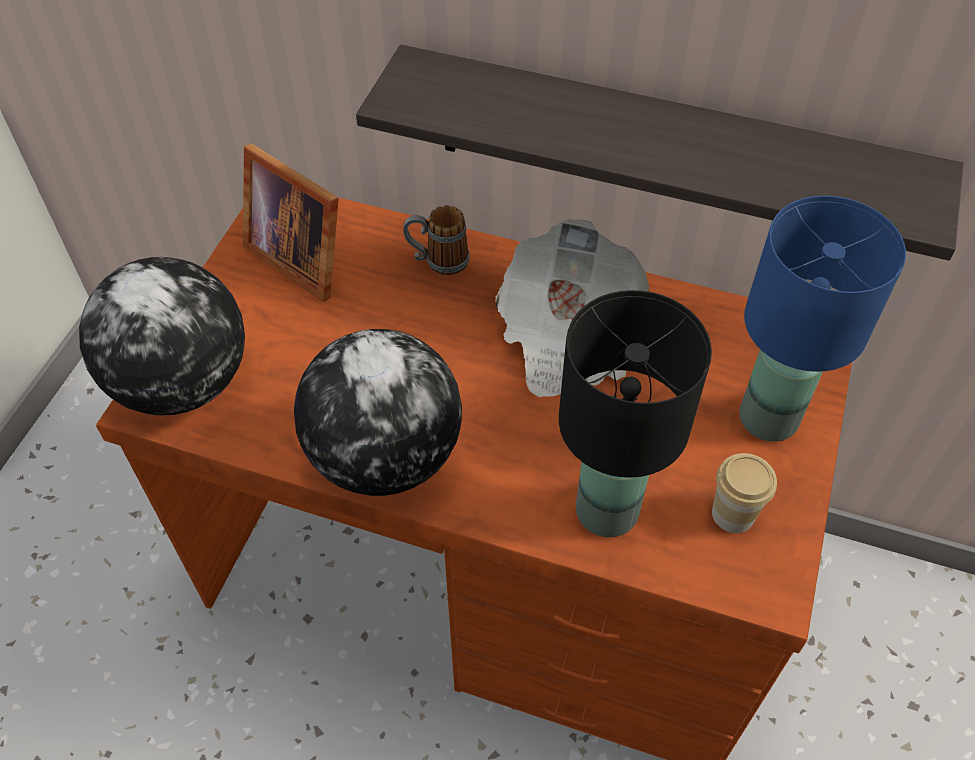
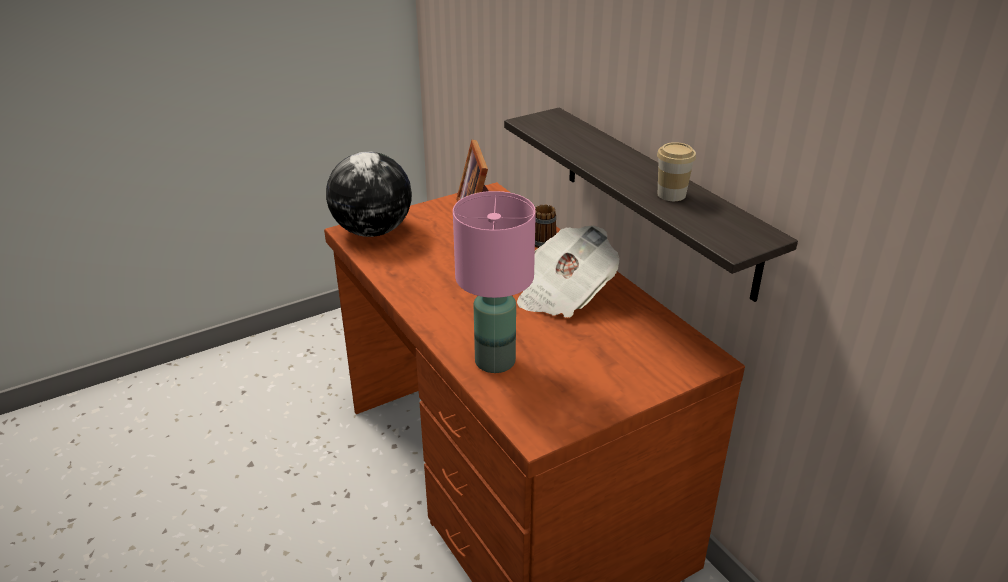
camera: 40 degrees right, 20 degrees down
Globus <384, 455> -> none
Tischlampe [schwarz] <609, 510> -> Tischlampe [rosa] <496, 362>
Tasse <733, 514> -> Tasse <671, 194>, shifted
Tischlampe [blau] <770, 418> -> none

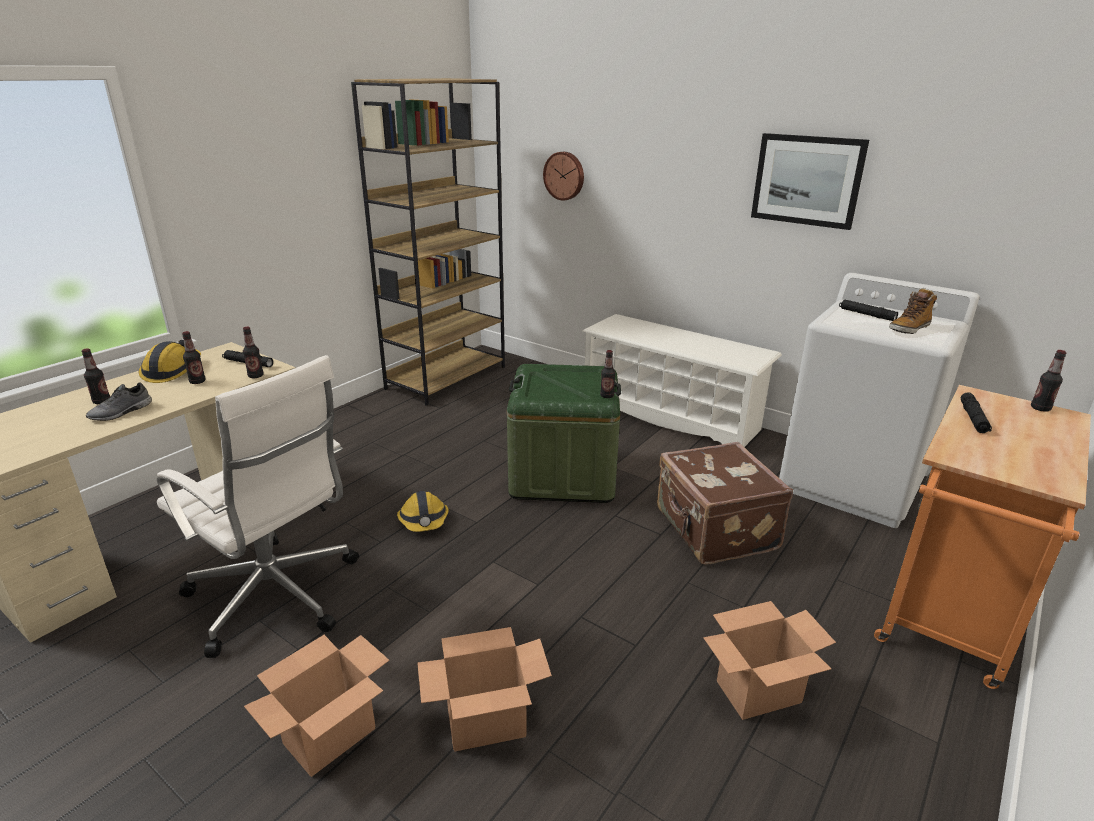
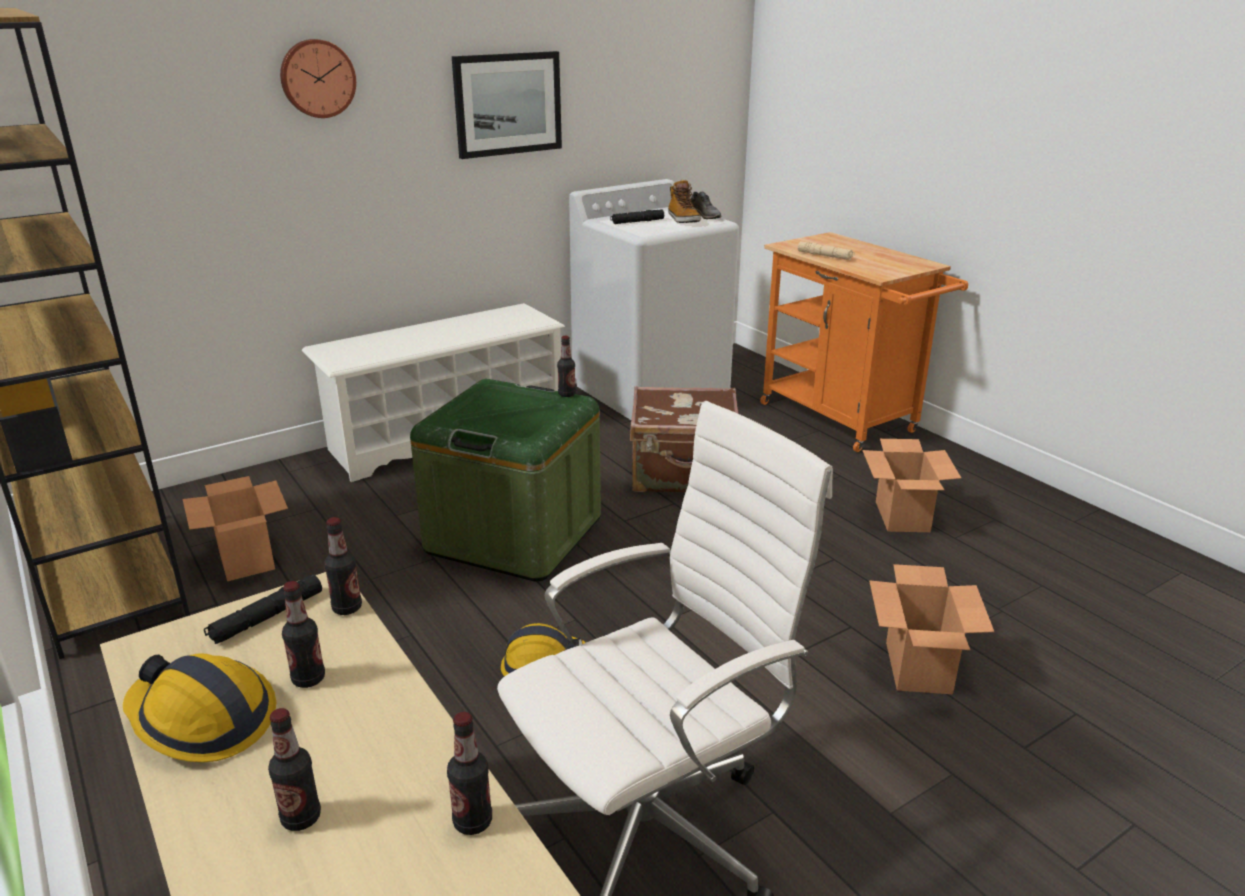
camera: 70 degrees left, 0 degrees up
Schuh [grau] <121, 412> -> Schuh [grau] <705, 216>, shifted
Karton <330, 735> -> Karton <246, 559>, shifted
Wanduhr <564, 175> -> Wanduhr <317, 78>, shifted
Taschenlampe [schwarz] <973, 418> -> Taschenlampe [beige] <825, 256>
Flasche <1040, 408> -> Flasche <473, 822>, shifted

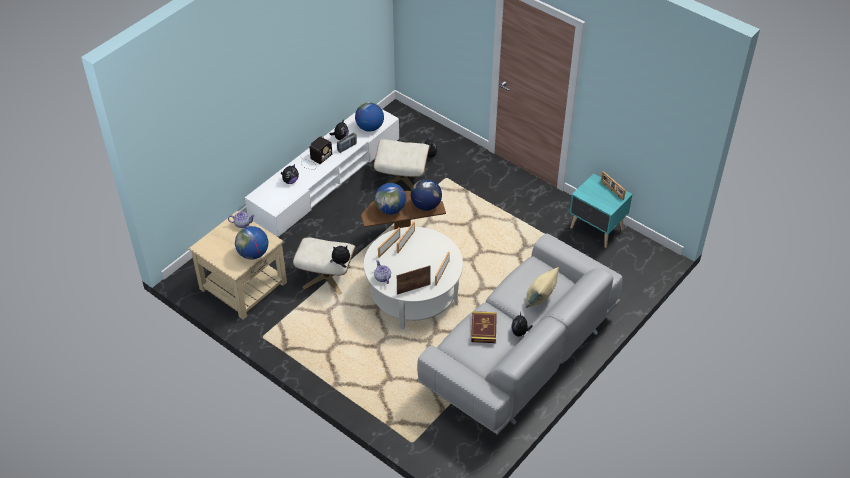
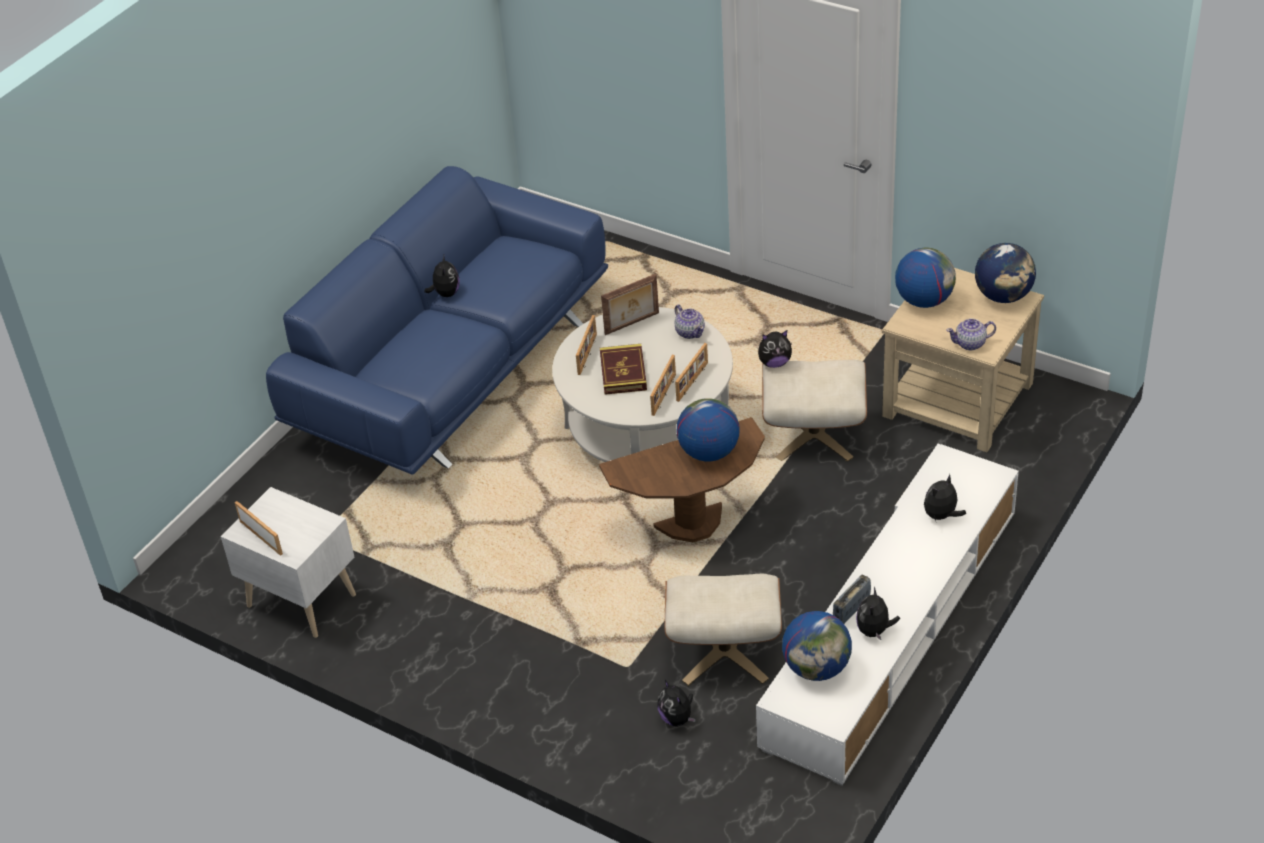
camera: 175 degrees right, 5 degrees down
Radio <315, 160> -> none
Globus <426, 205> -> Globus <1003, 296>, shifted
Sofa [grau] <519, 354> -> Sofa [blau] <453, 368>
Buch <483, 328> -> Buch <623, 372>, shifted
Kissen [beige] <540, 298> -> none
Nachttisch [türkis] <596, 230> -> Nachttisch [weiß] <301, 598>

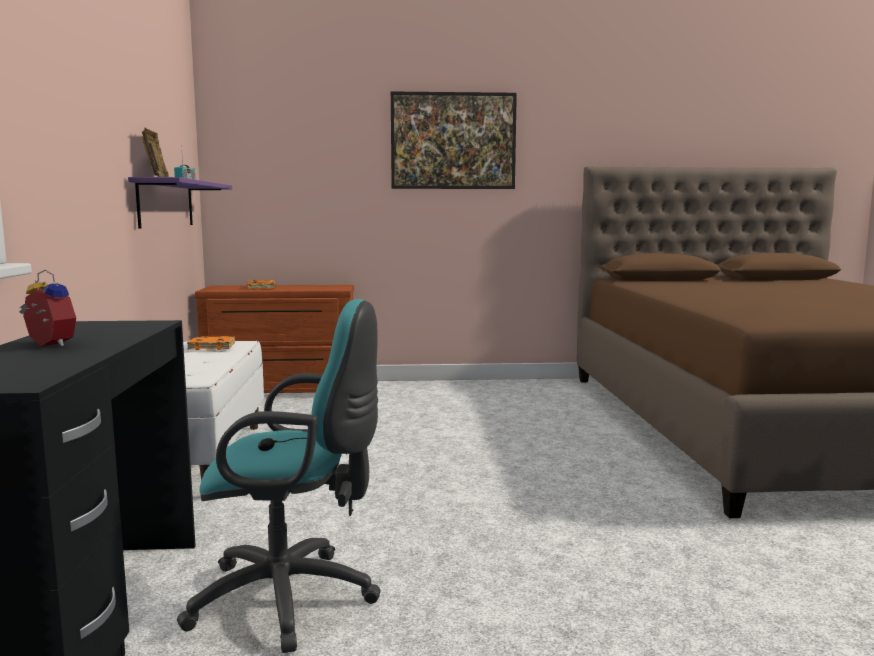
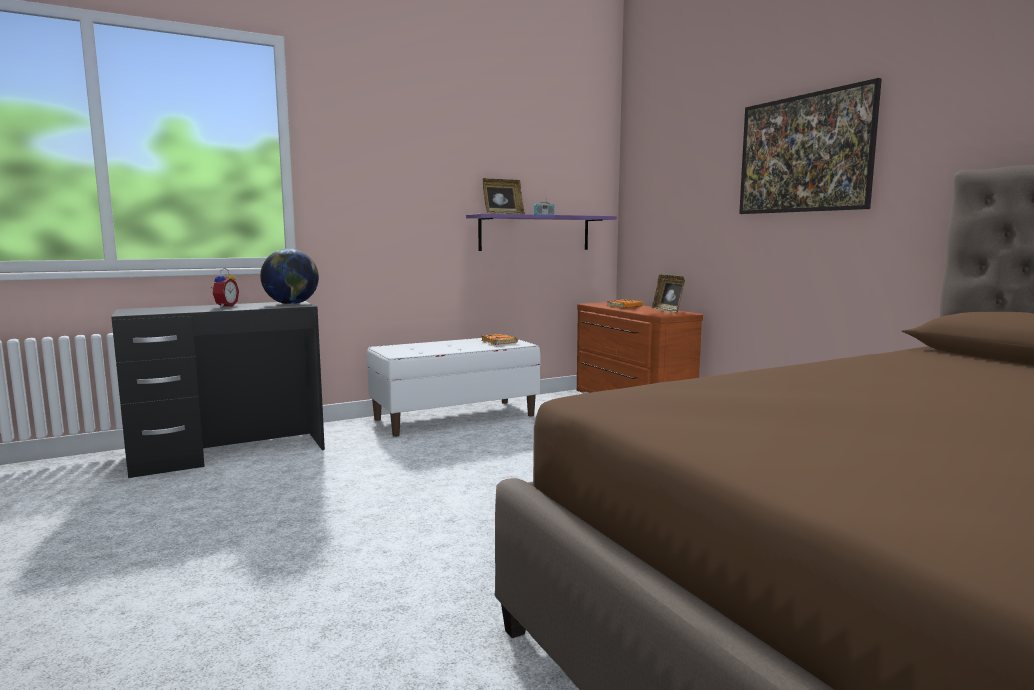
camera: 65 degrees right, 0 degrees up
Bürostuhl [türkis] <293, 599> -> none
none -> Globus <291, 304>
none -> Bilderrahmen <668, 311>

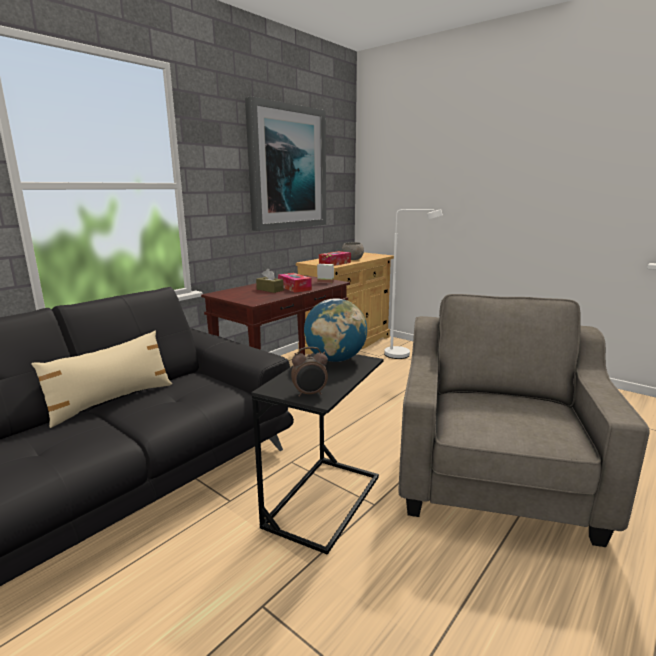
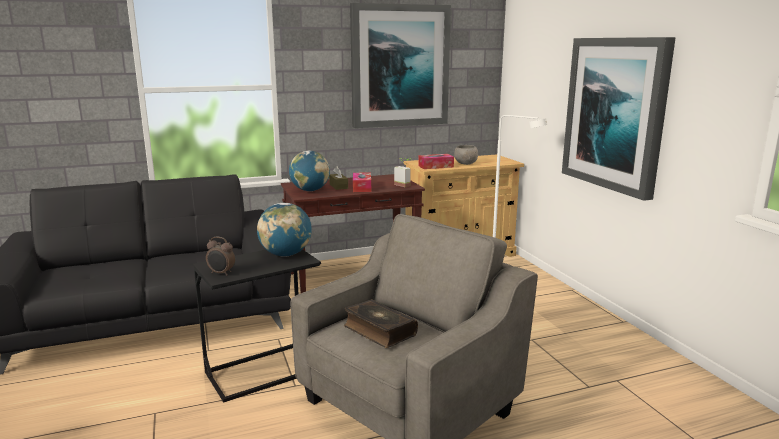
camera: 30 degrees right, 0 degrees up
Kissen [beige] <112, 401> -> none
none -> Globus <310, 190>
none -> Buch <379, 331>
none -> Bild <615, 114>

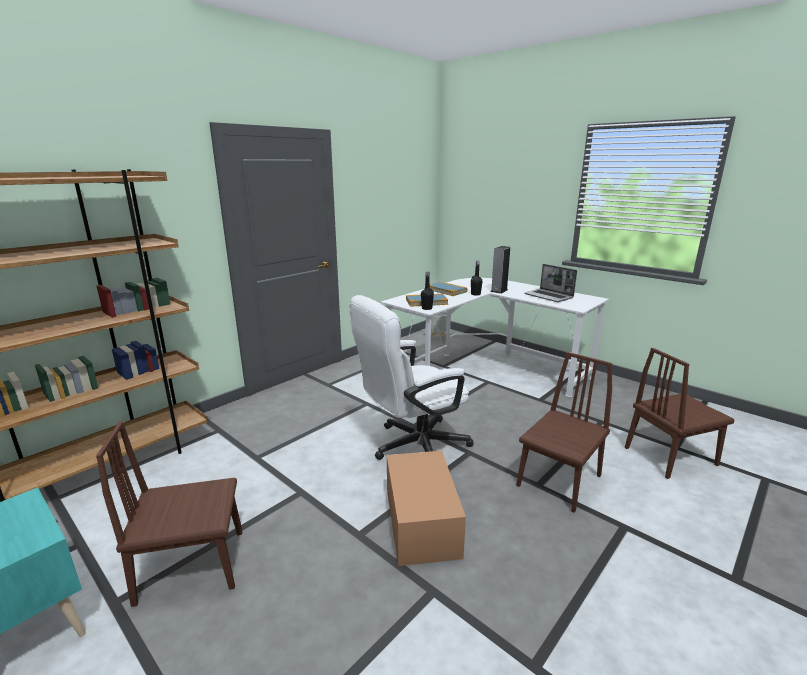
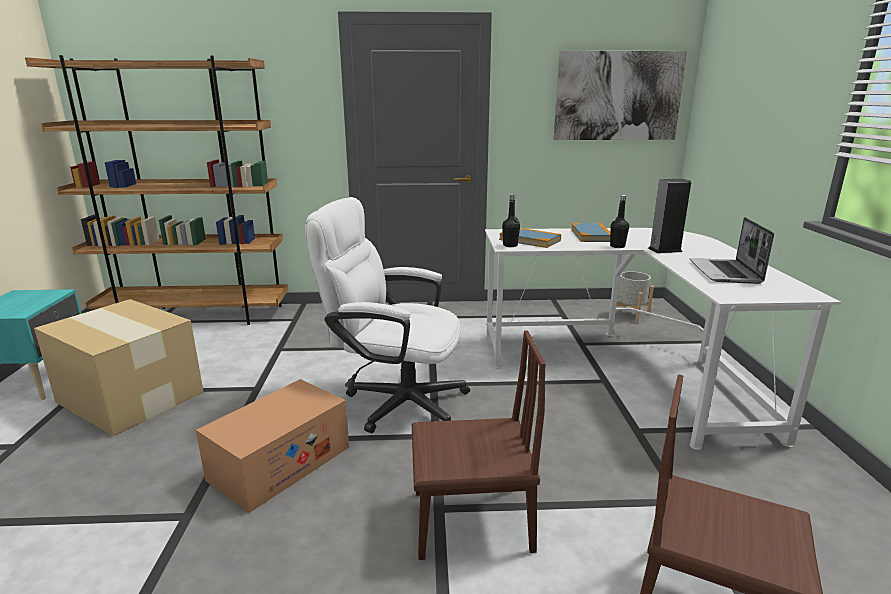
camera: 45 degrees right, 0 degrees up
Stuhl [braun] <192, 566> -> Karton <130, 396>
none -> Bild <618, 96>

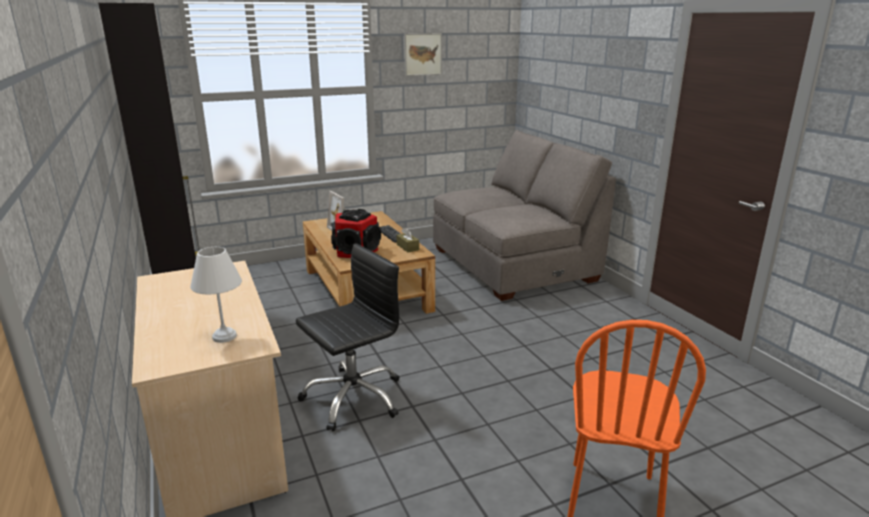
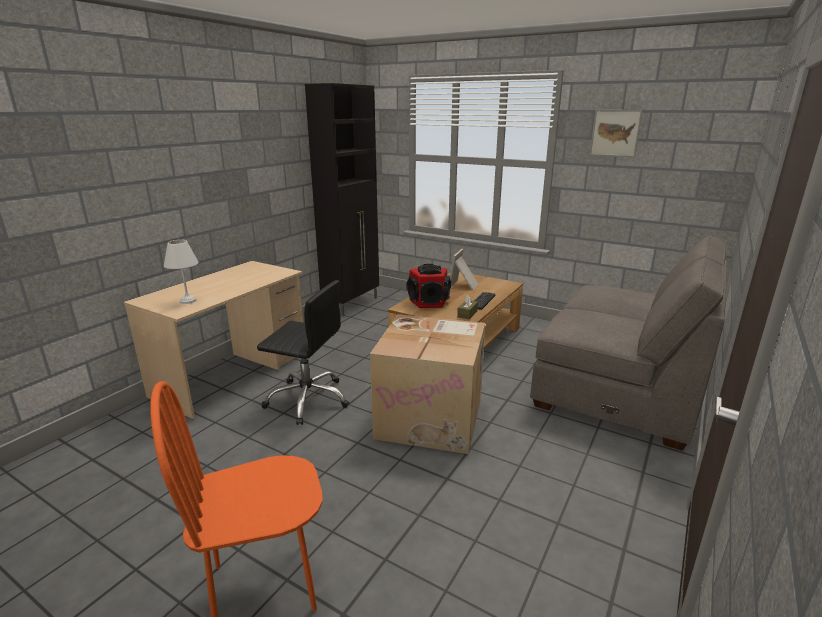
camera: 55 degrees right, 0 degrees up
none -> Karton <431, 418>

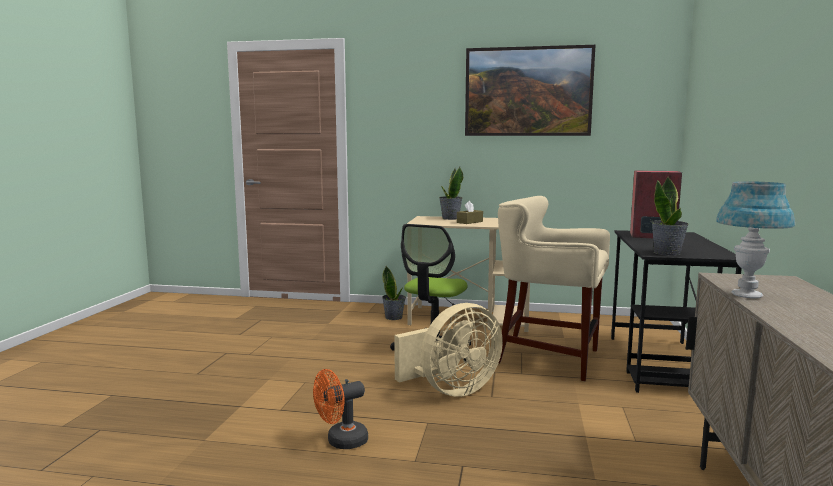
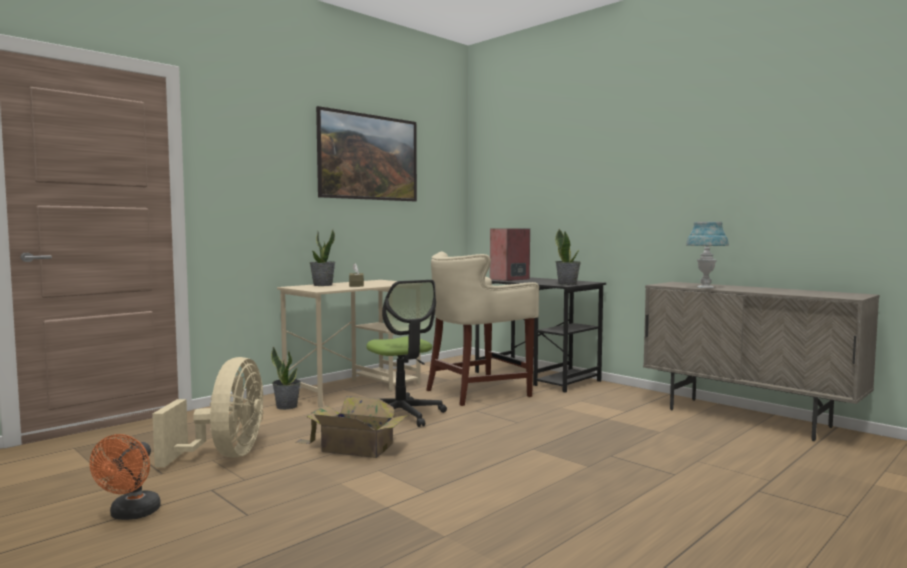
camera: 55 degrees left, 5 degrees down
Ventilator [orange] <341, 442> -> Ventilator [orange] <131, 515>, shifted
Ventilator [beige] <451, 390> -> Ventilator [beige] <225, 455>, shifted
none -> Karton <355, 447>

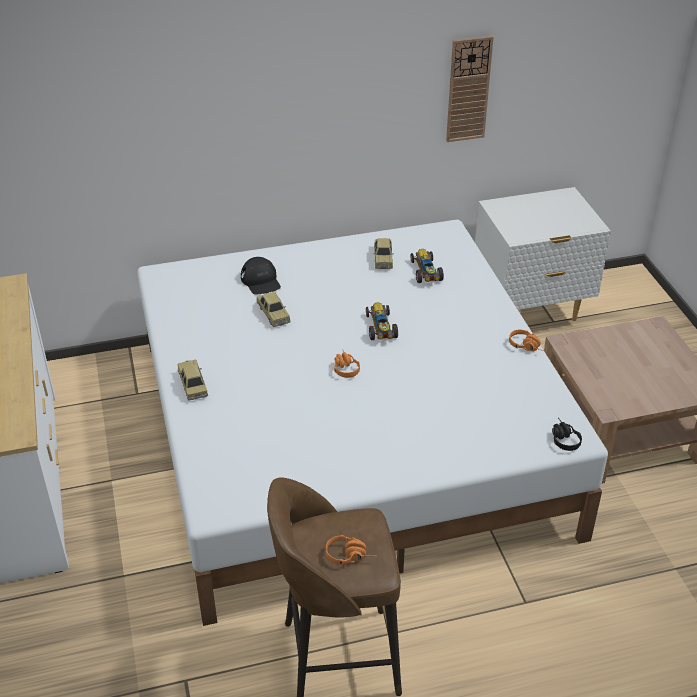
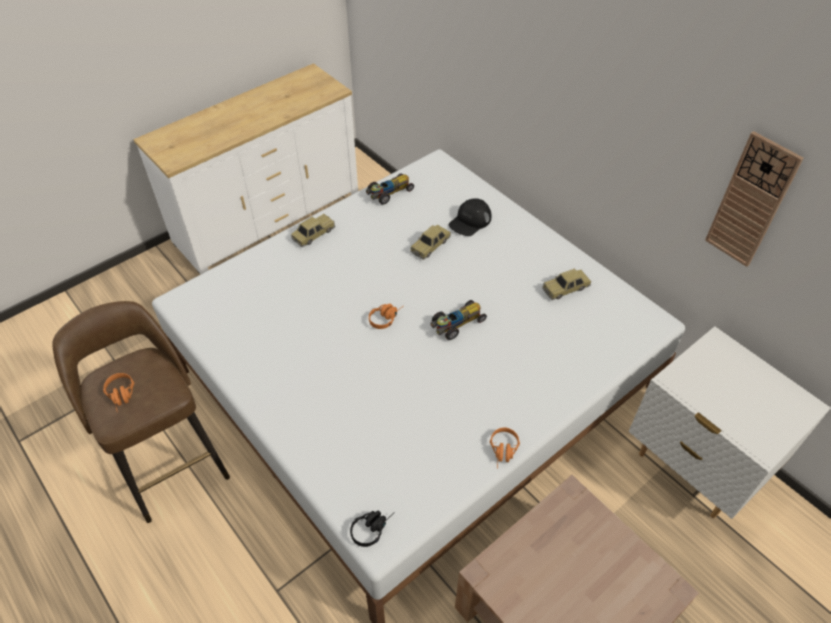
camera: 65 degrees right, 10 degrees up
Spielzeugauto <426, 273> -> Spielzeugauto <389, 193>, shifted

